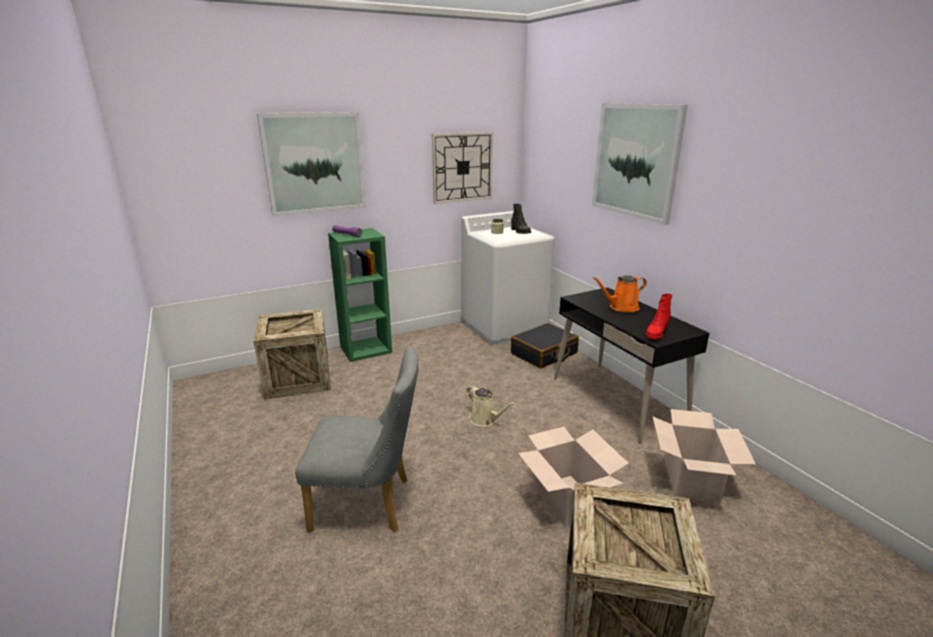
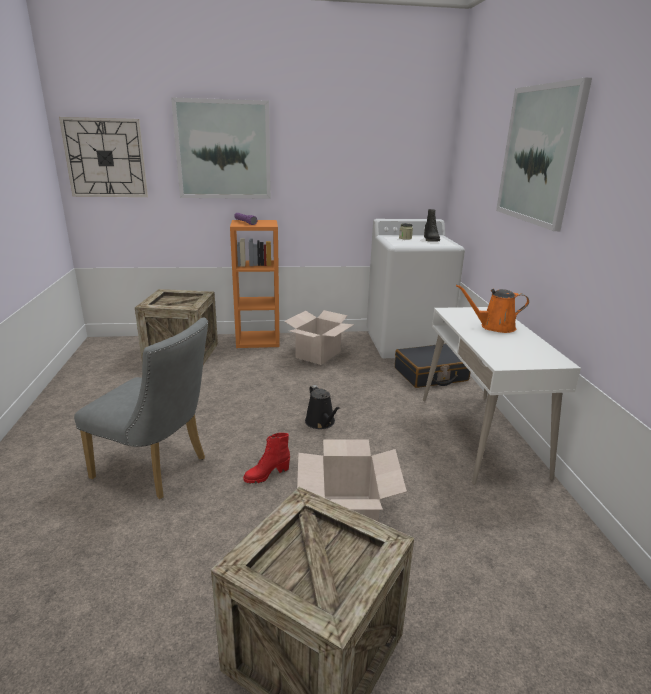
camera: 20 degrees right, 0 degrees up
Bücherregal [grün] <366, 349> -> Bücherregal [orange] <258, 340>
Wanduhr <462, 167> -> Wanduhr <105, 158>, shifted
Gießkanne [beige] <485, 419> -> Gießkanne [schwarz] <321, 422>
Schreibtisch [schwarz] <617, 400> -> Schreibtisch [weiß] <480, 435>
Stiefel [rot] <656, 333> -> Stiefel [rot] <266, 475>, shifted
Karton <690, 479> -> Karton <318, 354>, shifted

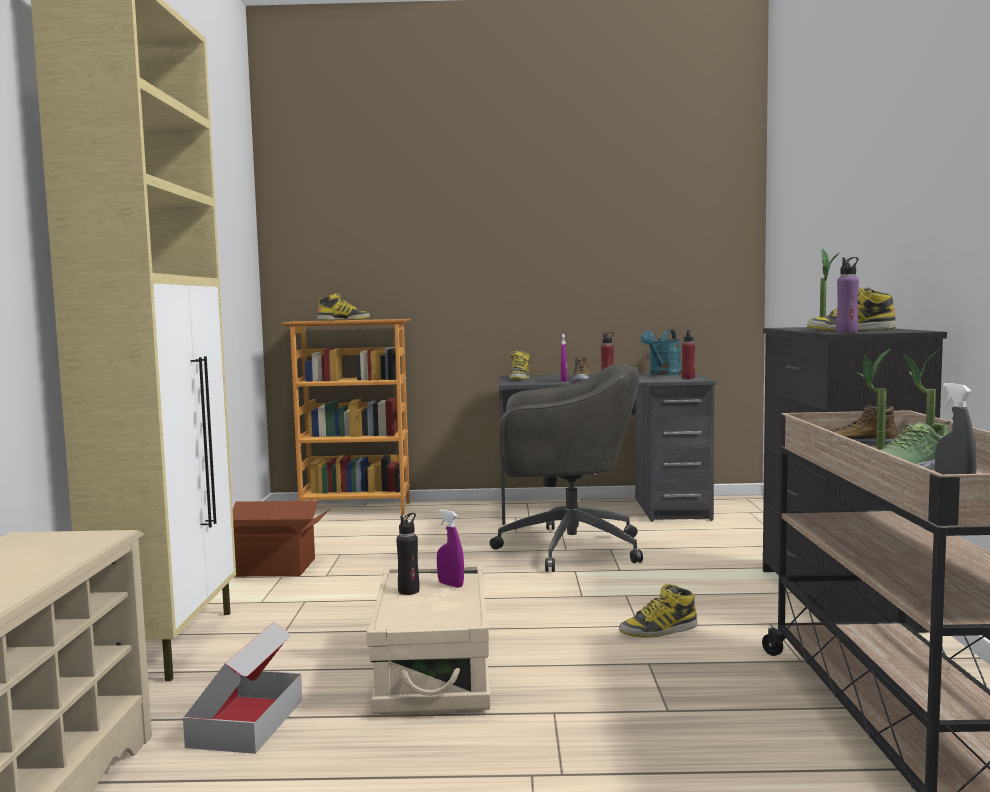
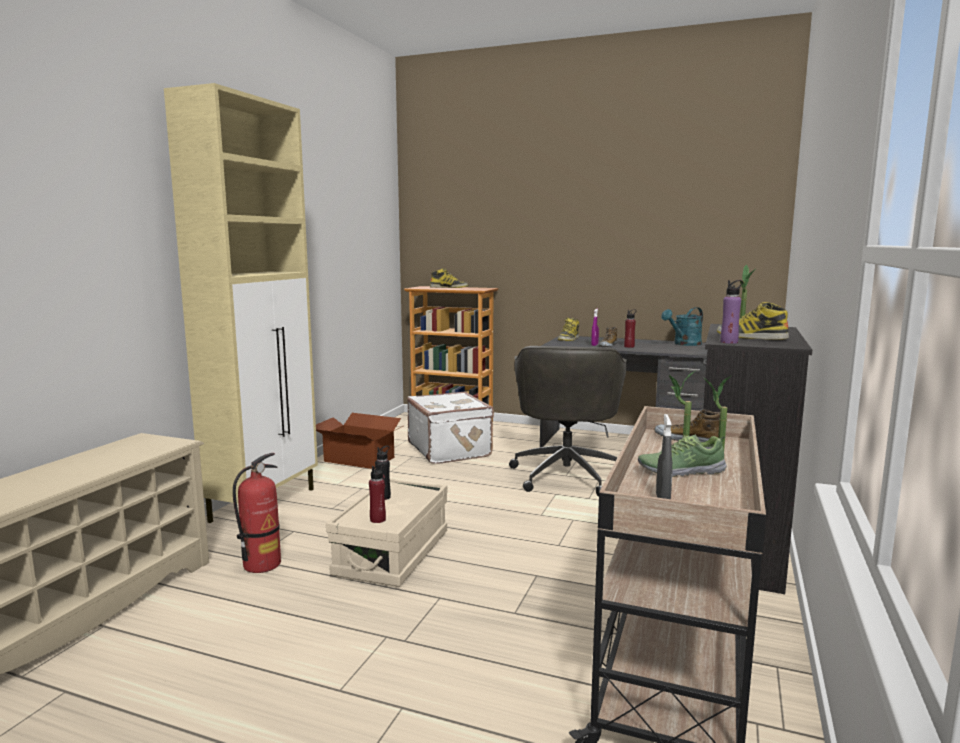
camera: 20 degrees right, 5 degrees up
Karton <246, 722> -> Feuerlöscher <262, 565>
Sprühflasche [lila] <450, 585> -> none
Bürostuhl [grau] <566, 548> -> Bürostuhl [grau] <566, 474>, 75 degrees clockwise
Stiefel <659, 630> -> none
Flasche [rot] <688, 378> -> Flasche [rot] <378, 519>, shifted
none -> Koffer [weiß] <450, 450>

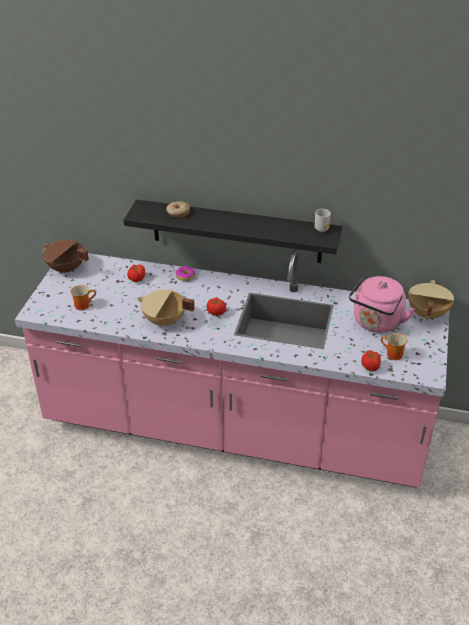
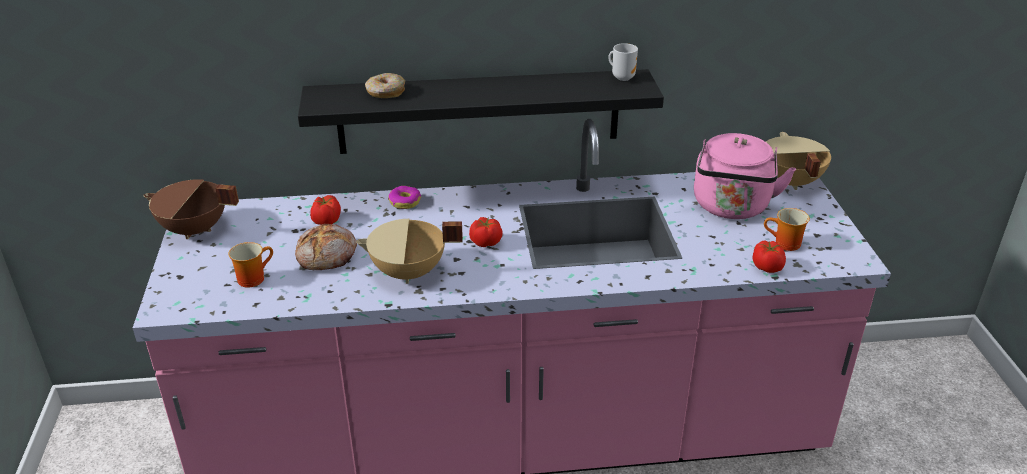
camera: 20 degrees left, 5 degrees down
none -> Brot <328, 256>

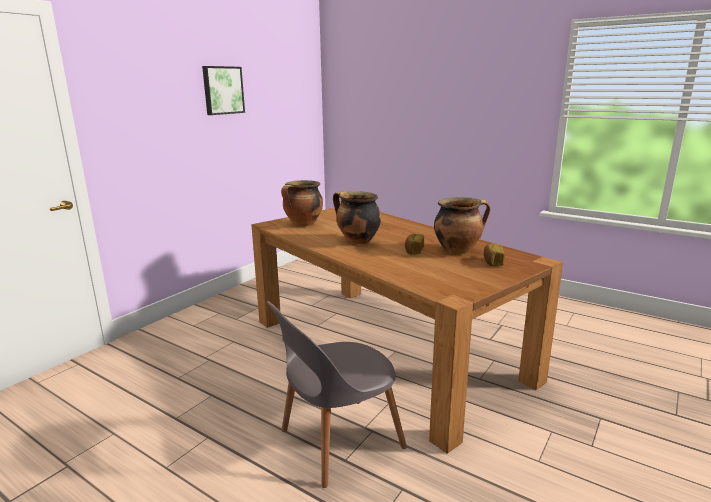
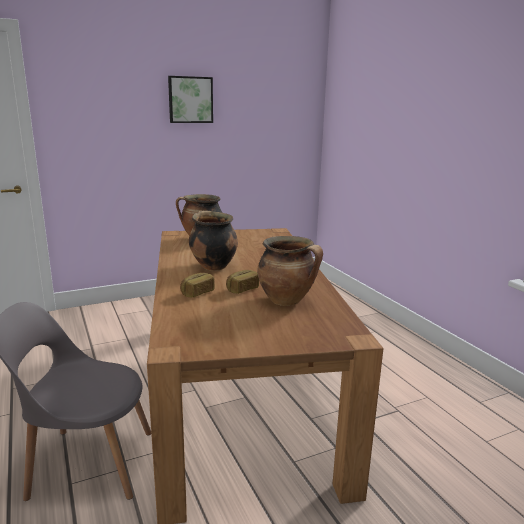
camera: 30 degrees right, 0 degrees up
Brot <492, 262> -> Brot <197, 293>, shifted

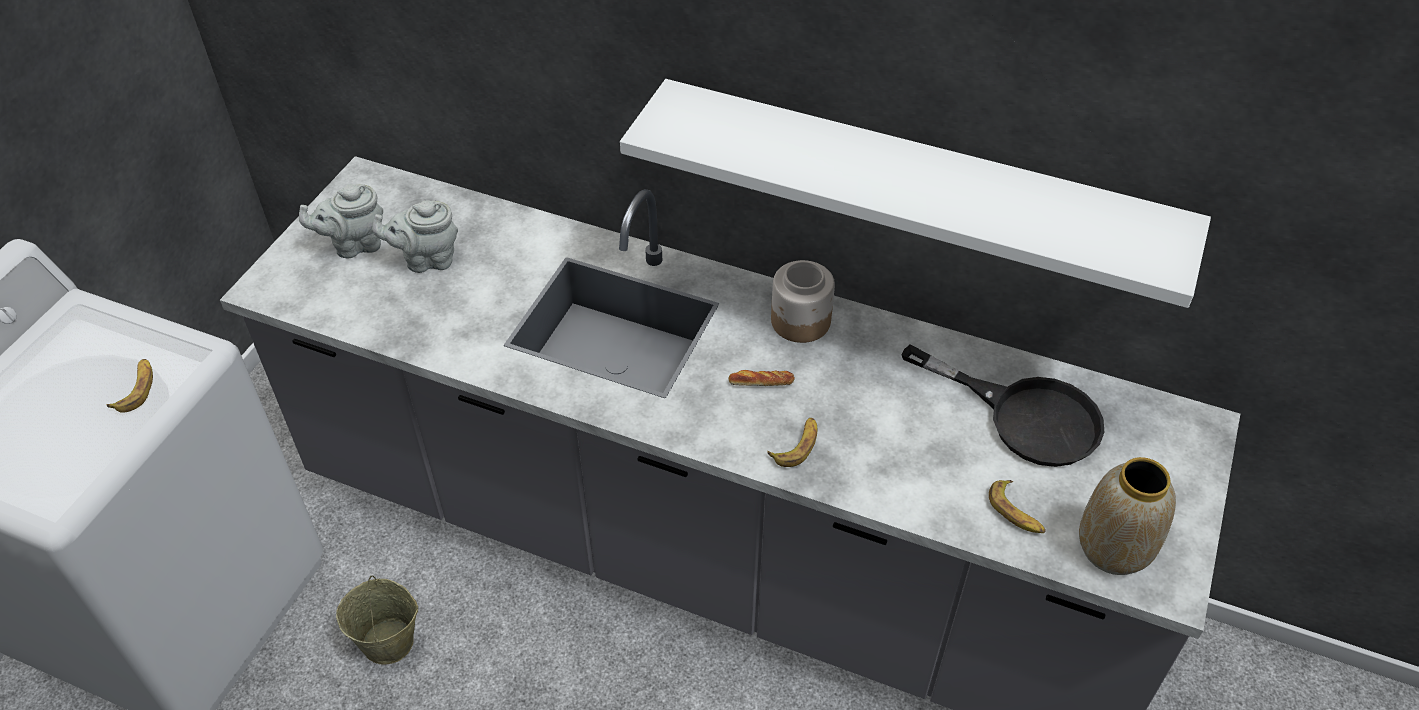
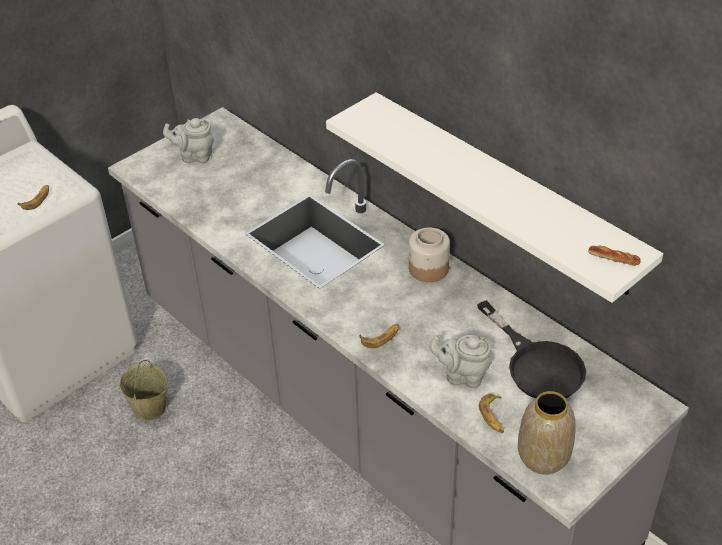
camera: 25 degrees right, 5 degrees down
Teekanne [grau] <427, 259> -> Teekanne [grau] <462, 376>, shifted
Brot <761, 382> -> Brot <613, 258>, shifted

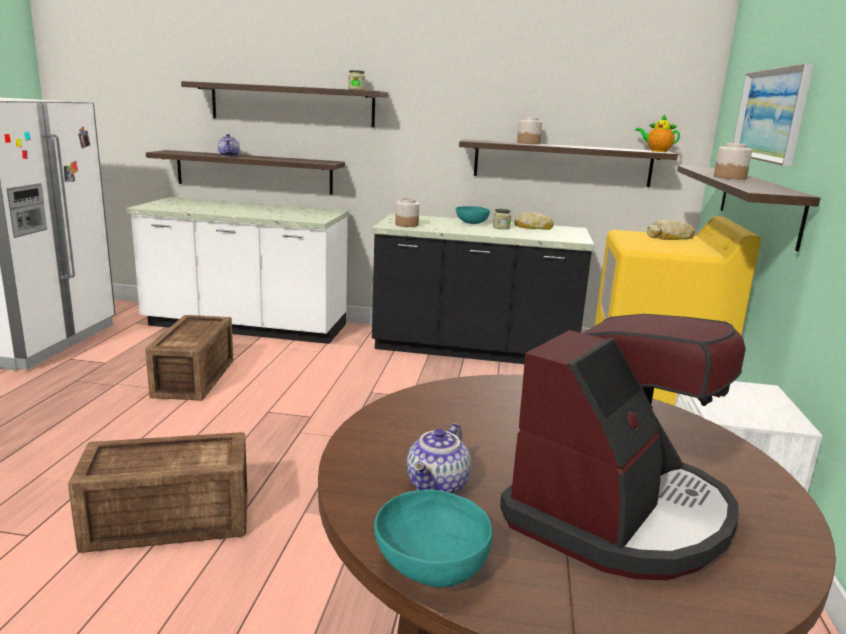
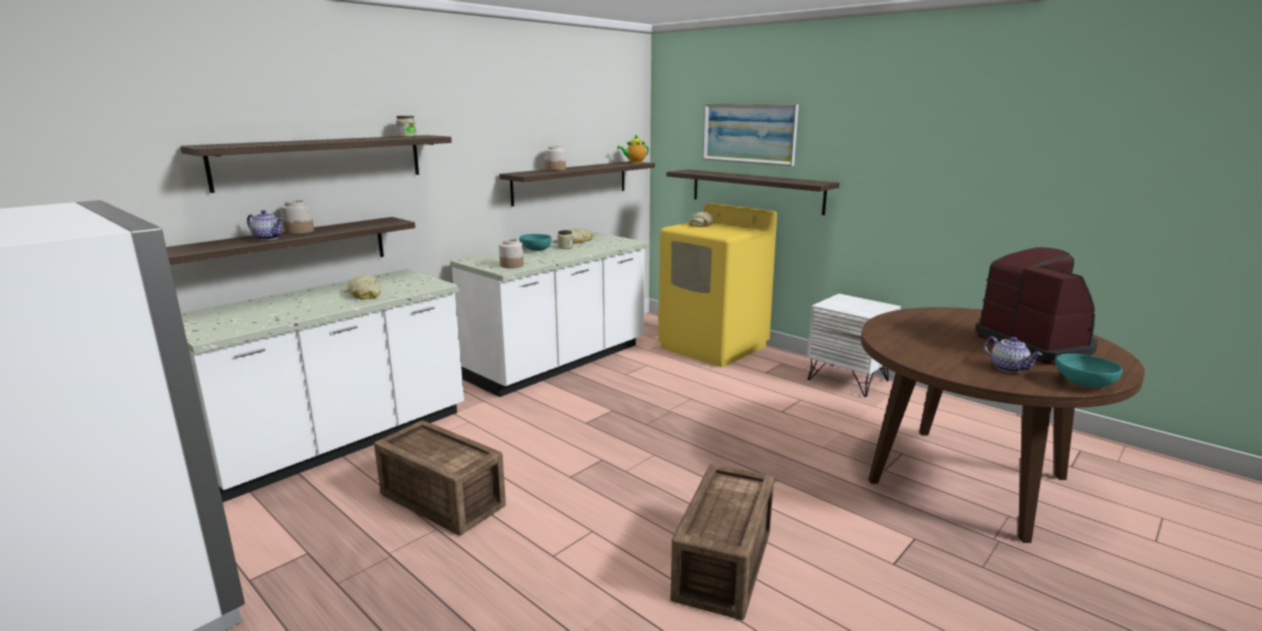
camera: 55 degrees left, 0 degrees up
Küchenzeile [schwarz] <474, 350> -> Küchenzeile [weiß] <559, 363>
Vorratsglas <730, 177> -> Vorratsglas <299, 231>, shifted
none -> Brot <365, 294>

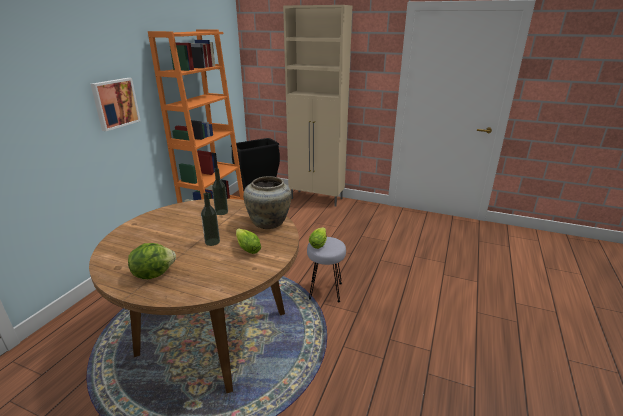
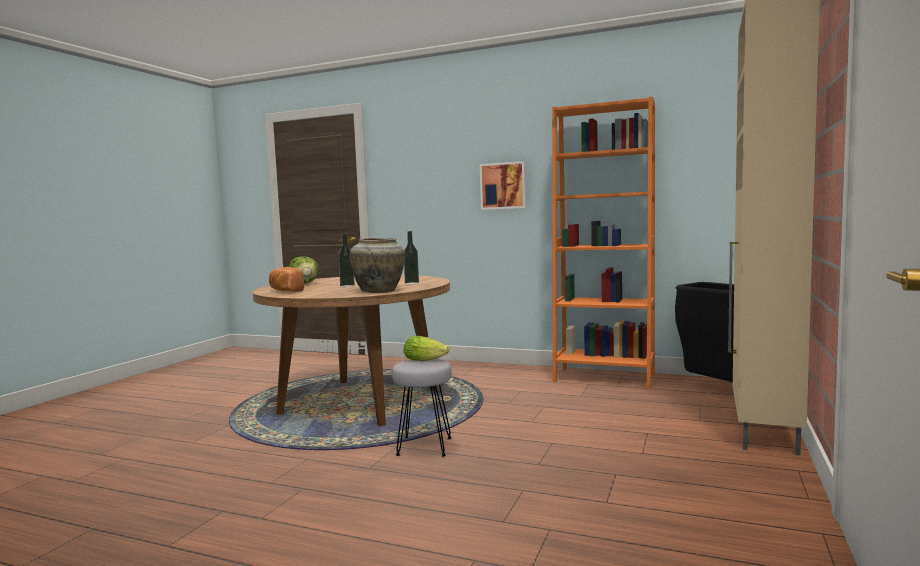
camera: 90 degrees right, 20 degrees down
Salatkopf <247, 247> -> none
none -> Brot <285, 291>

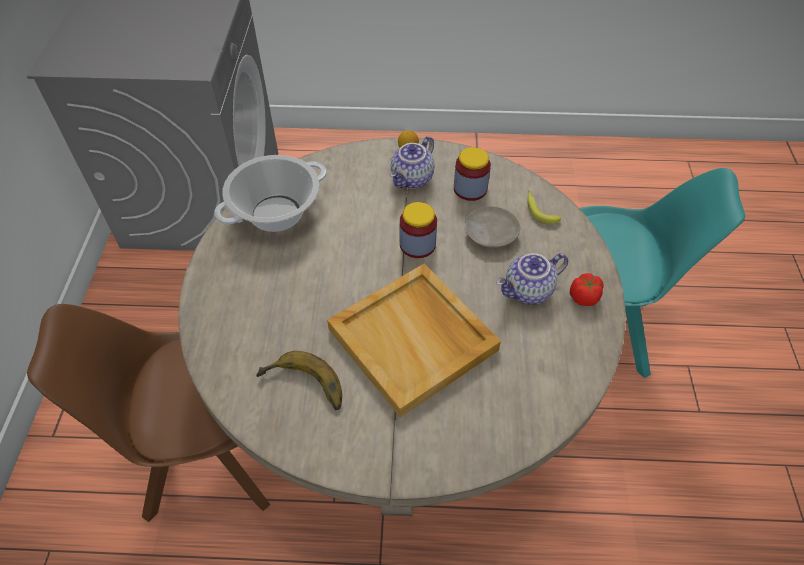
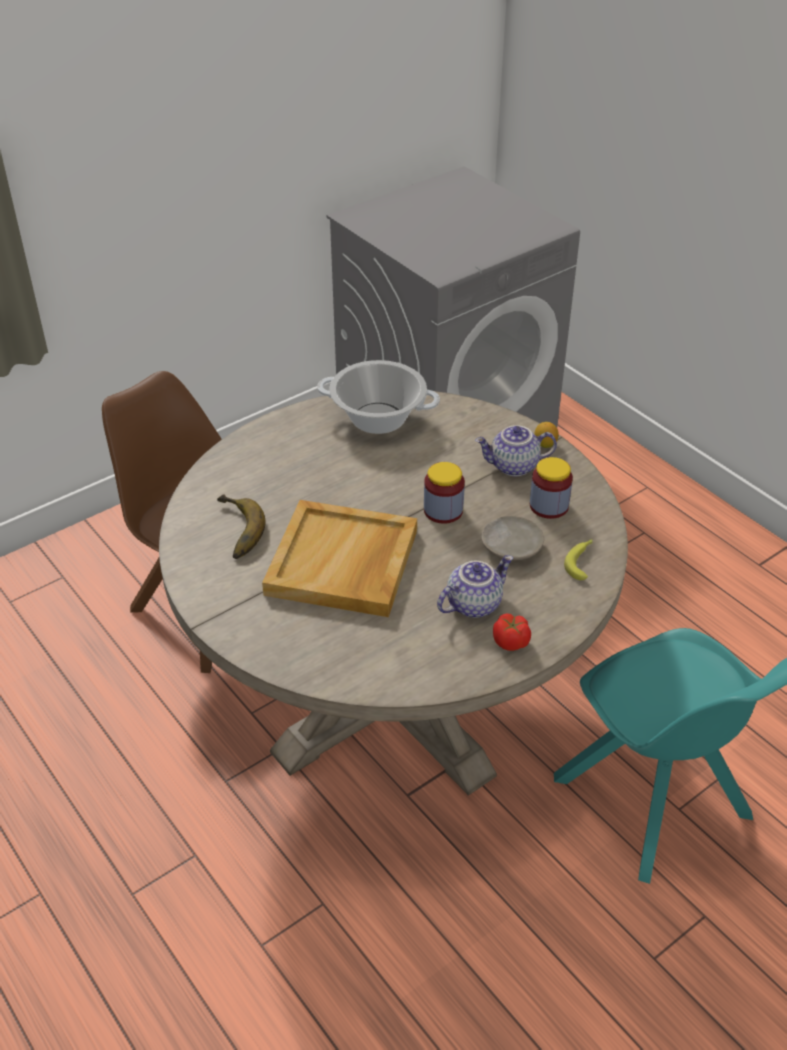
camera: 50 degrees right, 10 degrees down
Teekanne <528, 292> -> Teekanne <473, 603>, 120 degrees clockwise

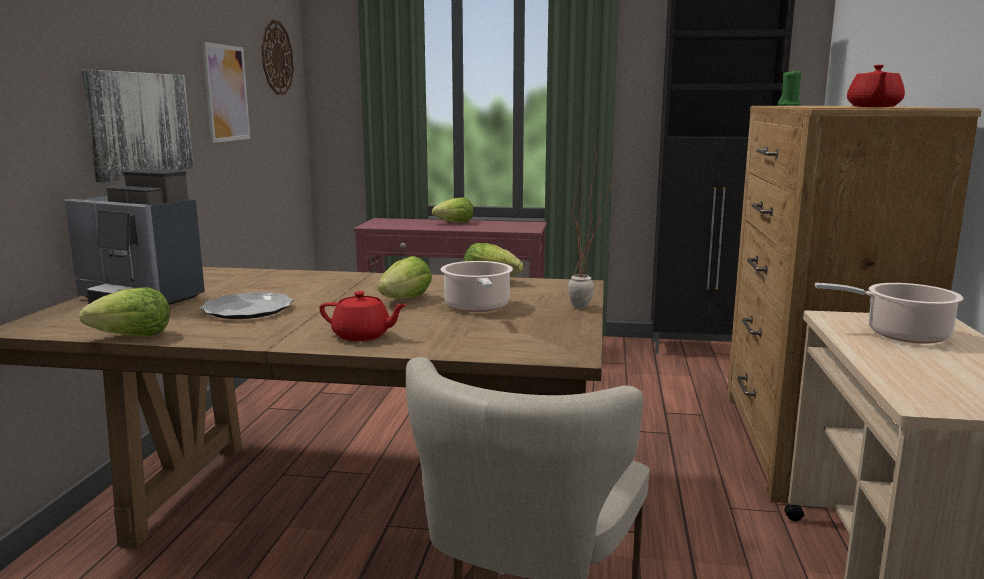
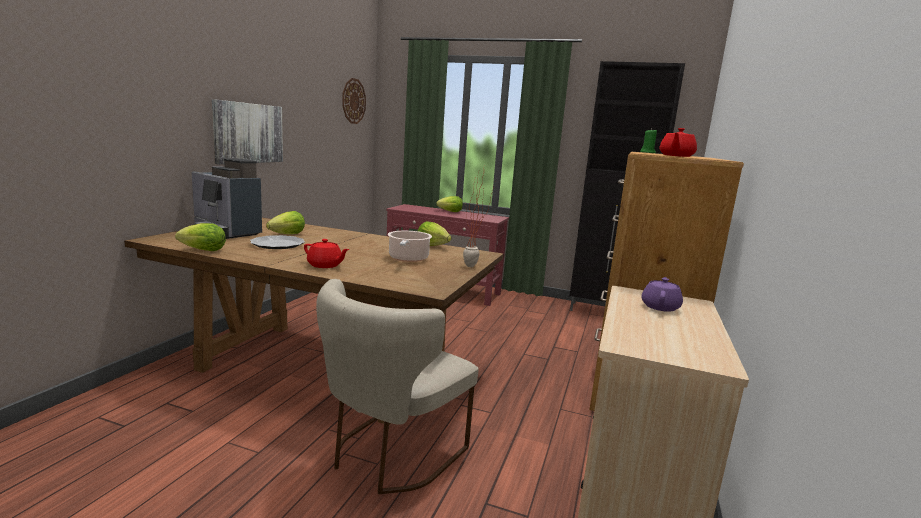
camera: 10 degrees right, 0 degrees up
Bild <226, 93> -> none
Salatkopf <406, 299> -> Salatkopf <288, 235>, shifted
Kochtopf <901, 334> -> Teekanne [lila] <660, 307>

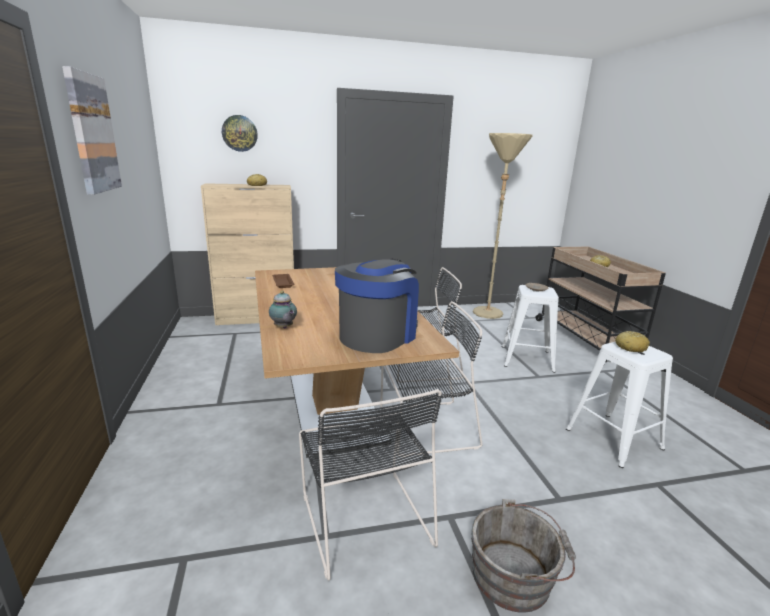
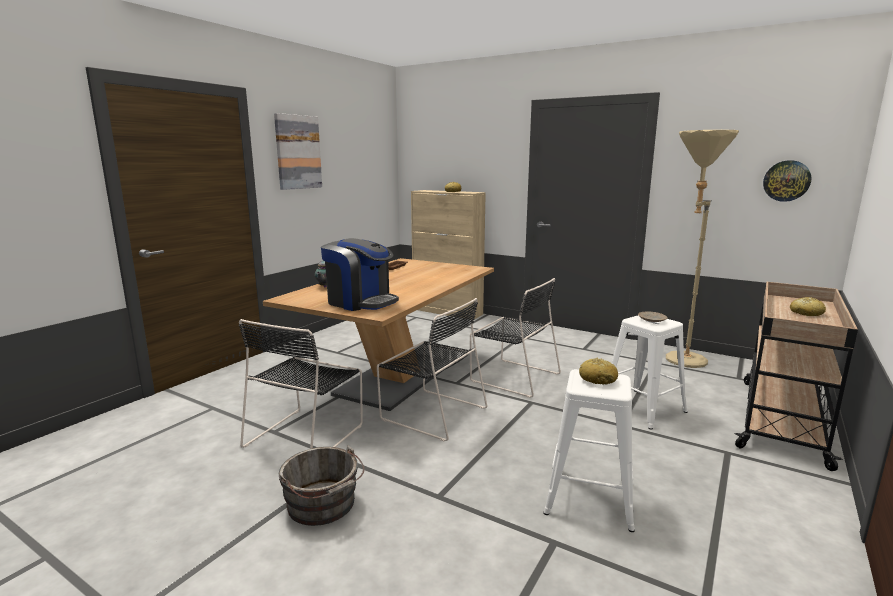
camera: 45 degrees right, 5 degrees down
Wanduhr <239, 133> -> Wanduhr <786, 181>, shifted
Kaffeemaschine <377, 335> -> Kaffeemaschine <361, 302>, 45 degrees clockwise

